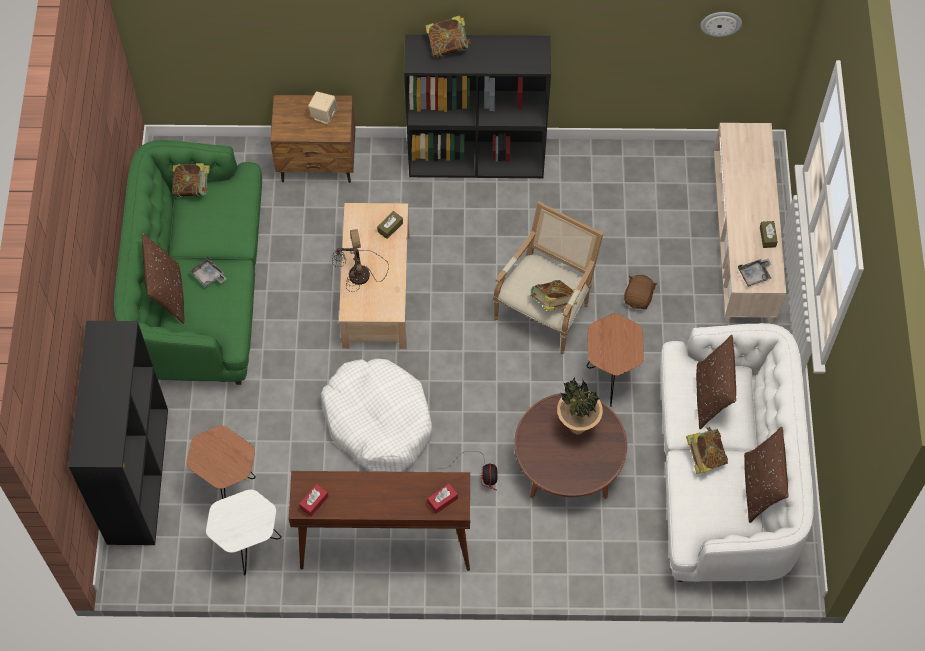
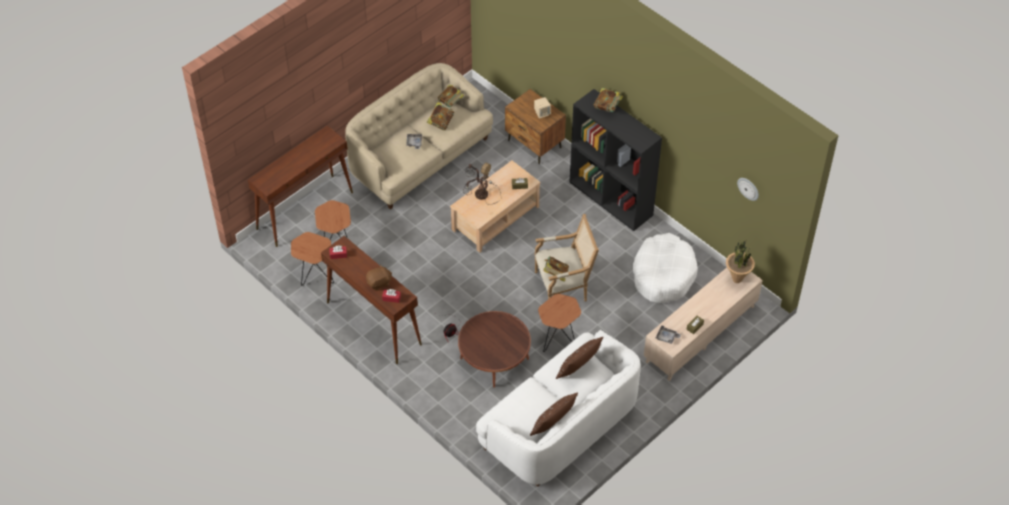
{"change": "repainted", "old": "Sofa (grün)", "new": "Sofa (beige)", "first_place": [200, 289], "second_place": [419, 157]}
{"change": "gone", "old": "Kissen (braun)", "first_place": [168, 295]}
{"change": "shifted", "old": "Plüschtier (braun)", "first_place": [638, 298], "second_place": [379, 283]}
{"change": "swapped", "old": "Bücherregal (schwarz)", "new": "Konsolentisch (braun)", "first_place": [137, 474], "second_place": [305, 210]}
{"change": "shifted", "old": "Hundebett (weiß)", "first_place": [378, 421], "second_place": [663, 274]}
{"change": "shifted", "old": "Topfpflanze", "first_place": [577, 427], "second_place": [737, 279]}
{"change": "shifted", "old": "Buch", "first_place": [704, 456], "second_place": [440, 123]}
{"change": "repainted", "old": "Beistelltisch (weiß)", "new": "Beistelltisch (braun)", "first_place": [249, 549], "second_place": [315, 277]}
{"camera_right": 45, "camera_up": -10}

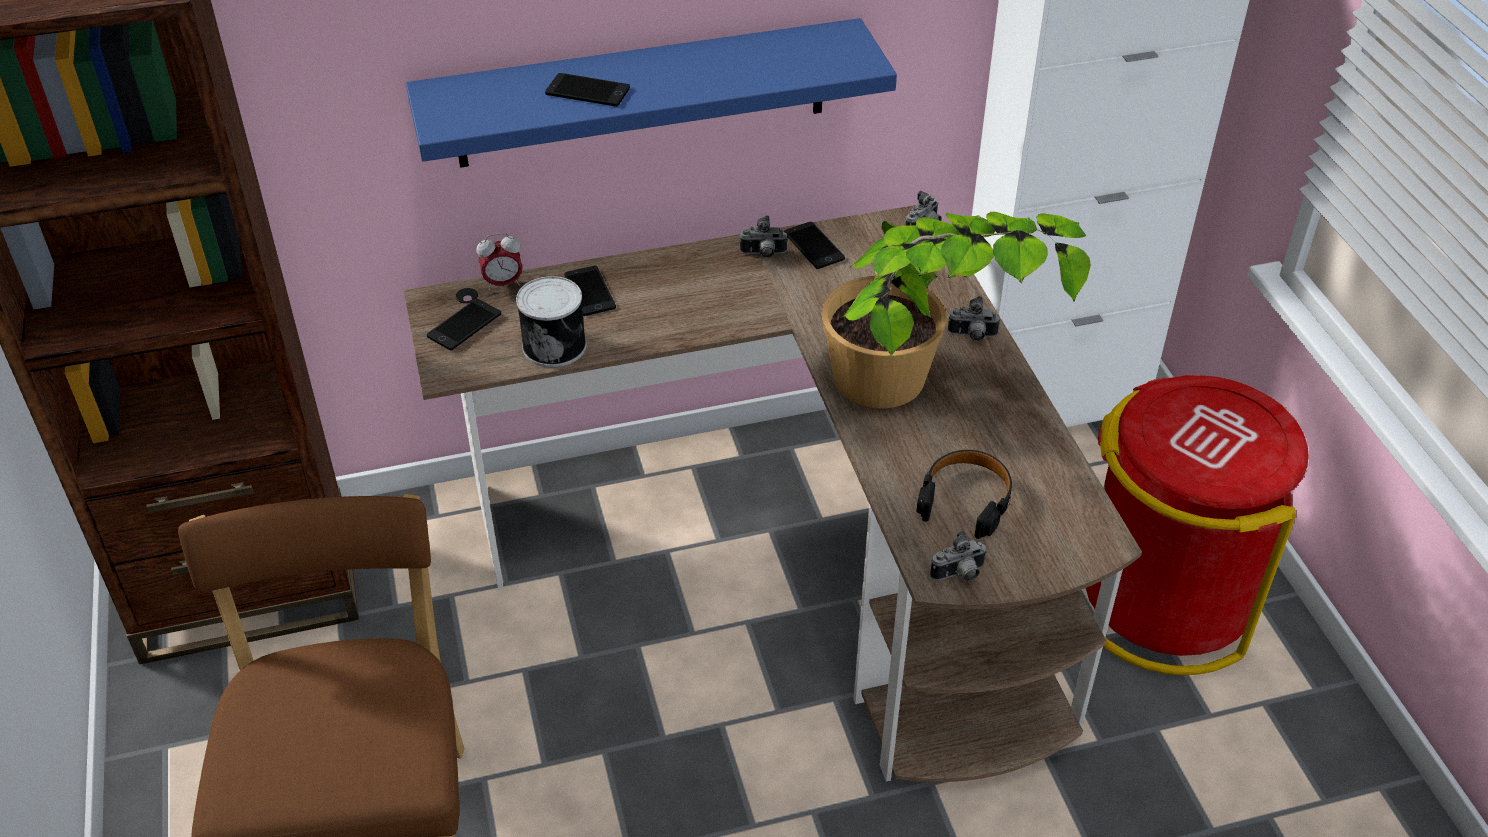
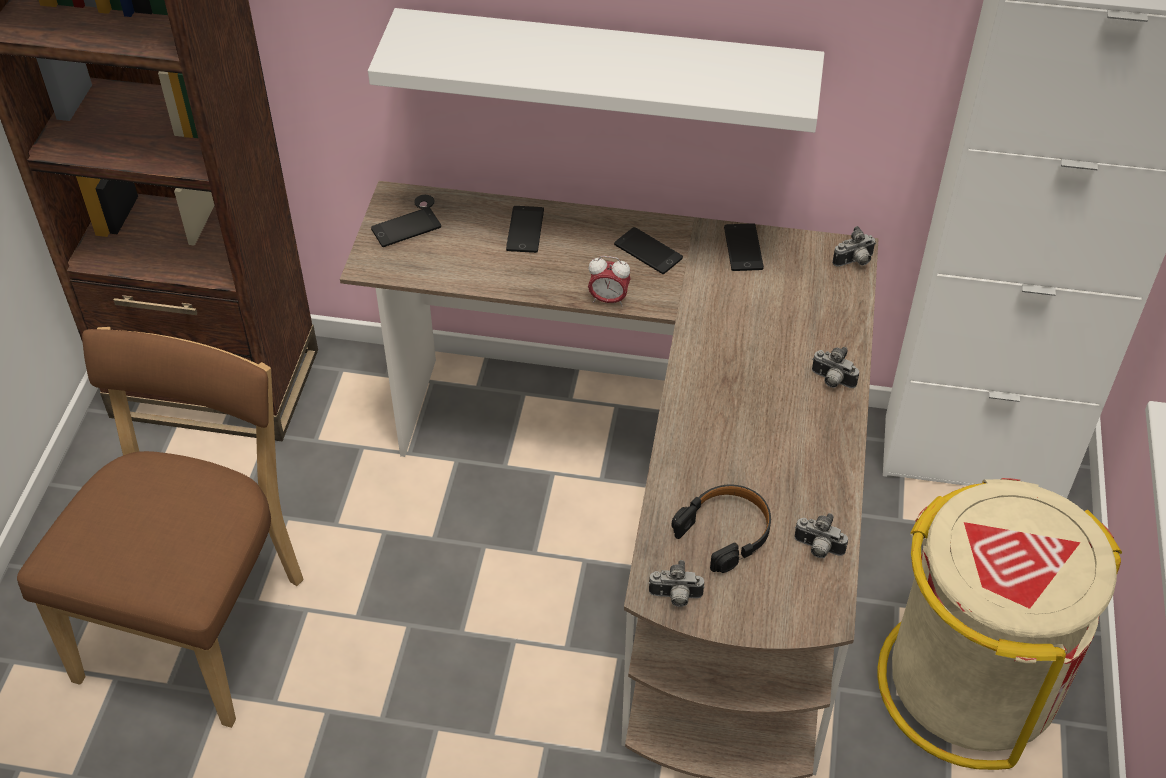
{"change": "repainted", "old": "Wandregal (blau)", "new": "Wandregal (weiß)", "first_place": [642, 94], "second_place": [605, 69]}
{"change": "shifted", "old": "Handy", "first_place": [587, 91], "second_place": [648, 251]}
{"change": "gone", "old": "Topfpflanze", "first_place": [924, 394]}
{"change": "shifted", "old": "Kamera", "first_place": [763, 254], "second_place": [817, 549]}
{"change": "shifted", "old": "Wecker", "first_place": [503, 283], "second_place": [608, 299]}
{"change": "gone", "old": "Dose", "first_place": [555, 345]}
{"change": "repainted", "old": "Mülleimer (rot)", "new": "Mülleimer (beige)", "first_place": [1162, 600], "second_place": [968, 683]}
{"camera_right": 25, "camera_up": 5}

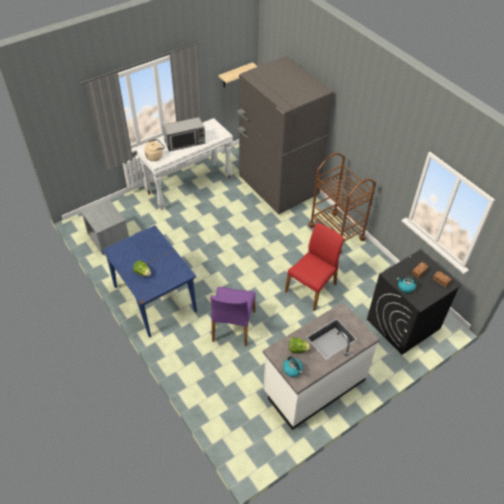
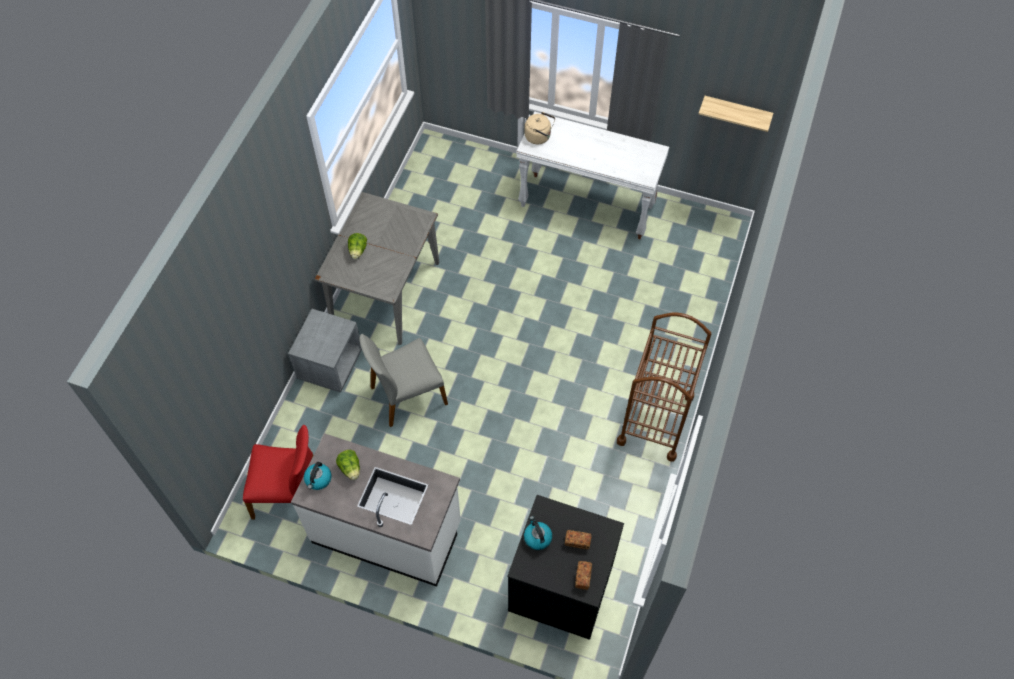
{"change": "gone", "old": "Kühlschrank (grau)", "first_place": [278, 187]}
{"change": "gone", "old": "Mikrowelle", "first_place": [185, 142]}
{"change": "shifted", "old": "Nachttisch (grau)", "first_place": [108, 239], "second_place": [330, 364]}
{"change": "shifted", "old": "Stuhl (rot)", "first_place": [312, 288], "second_place": [290, 493]}
{"change": "repainted", "old": "Esstisch (blau)", "new": "Esstisch (grau)", "first_place": [155, 299], "second_place": [385, 292]}
{"change": "repainted", "old": "Stuhl (lila)", "new": "Stuhl (grau)", "first_place": [233, 326], "second_place": [407, 395]}
{"camera_right": 55, "camera_up": 10}

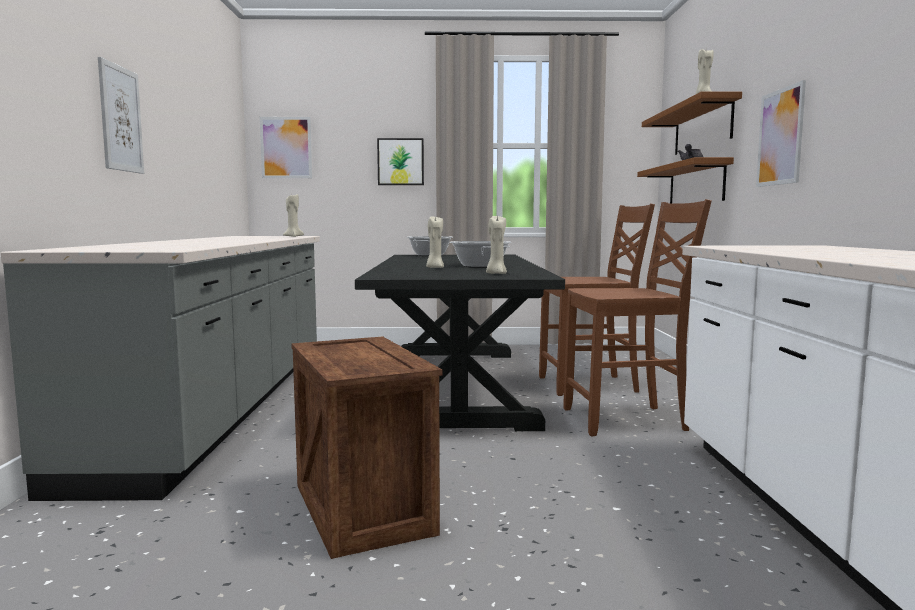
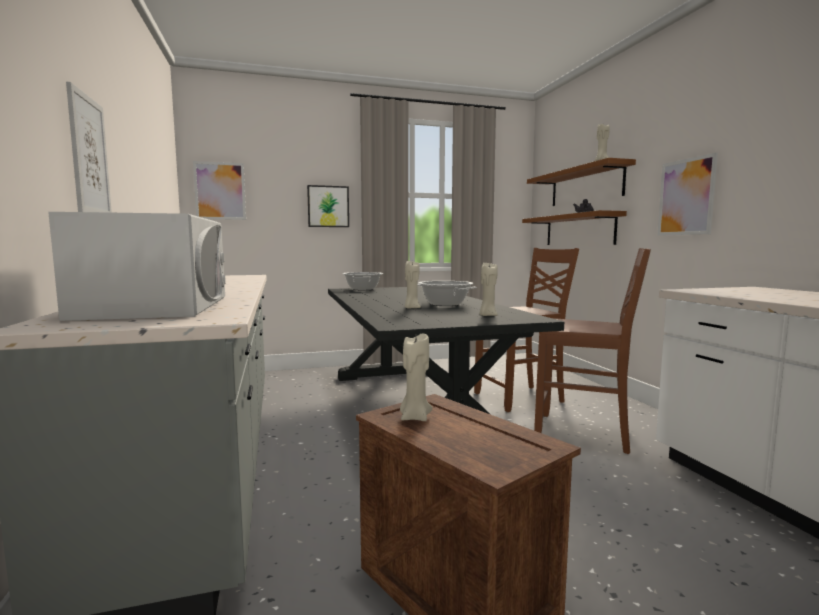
{"change": "shifted", "old": "Kerze (beige)", "first_place": [293, 236], "second_place": [415, 417]}
{"change": "rotated", "old": "Stuhl (braun)", "first_place": [627, 420], "second_place": [584, 434], "degrees": 45}
{"change": "new", "new": "Mikrowelle (weiß)", "second_place": [157, 306]}
{"camera_right": -15, "camera_up": 0}

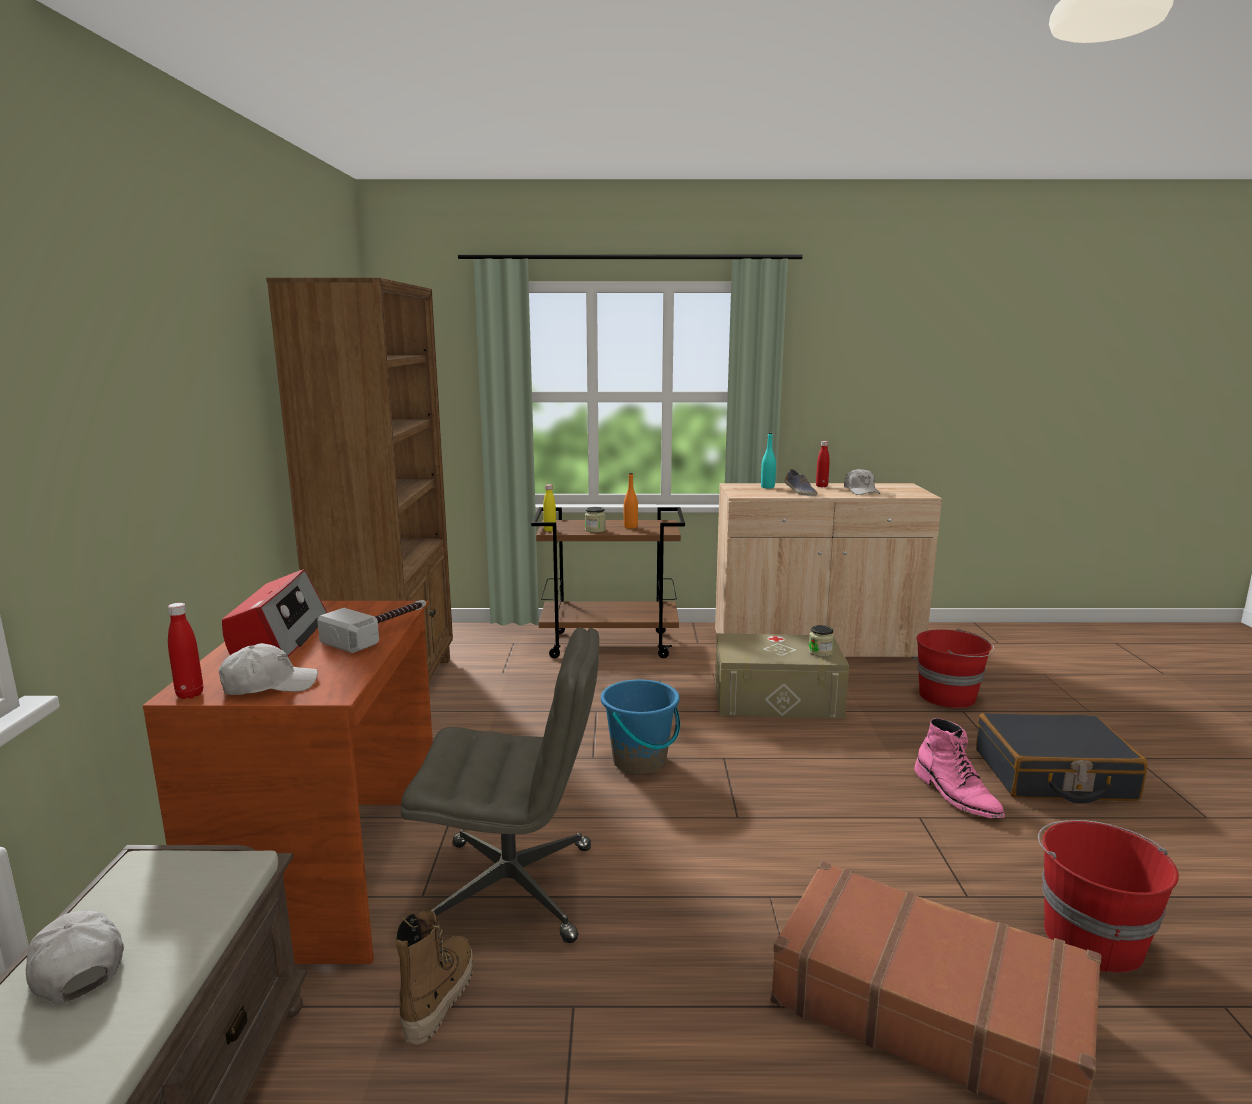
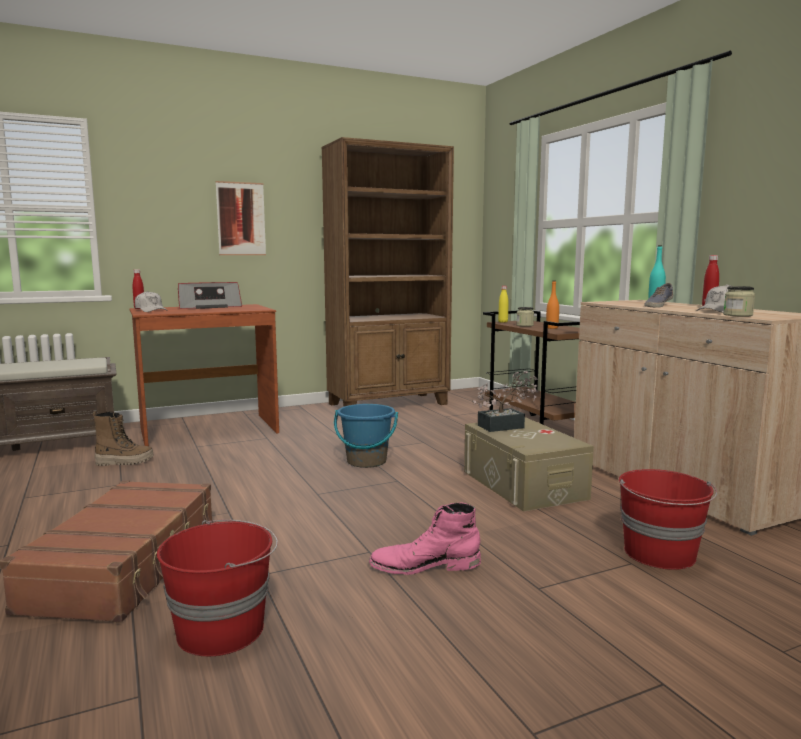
{"change": "gone", "old": "Hammer", "first_place": [381, 631]}
{"change": "shifted", "old": "Vorratsglas", "first_place": [820, 652], "second_place": [737, 315]}
{"change": "gone", "old": "Bürostuhl (grau)", "first_place": [513, 889]}
{"change": "gone", "old": "Koffer (schwarz)", "first_place": [1053, 775]}
{"change": "rotated", "old": "Stiefel (rosa)", "first_place": [956, 795], "second_place": [425, 565], "degrees": 45}
{"change": "gone", "old": "Kappe (weiß)", "first_place": [75, 966]}
{"change": "new", "new": "Bild", "second_place": [241, 219]}
{"change": "new", "new": "Topfpflanze", "second_place": [505, 426]}
{"camera_right": 65, "camera_up": -5}

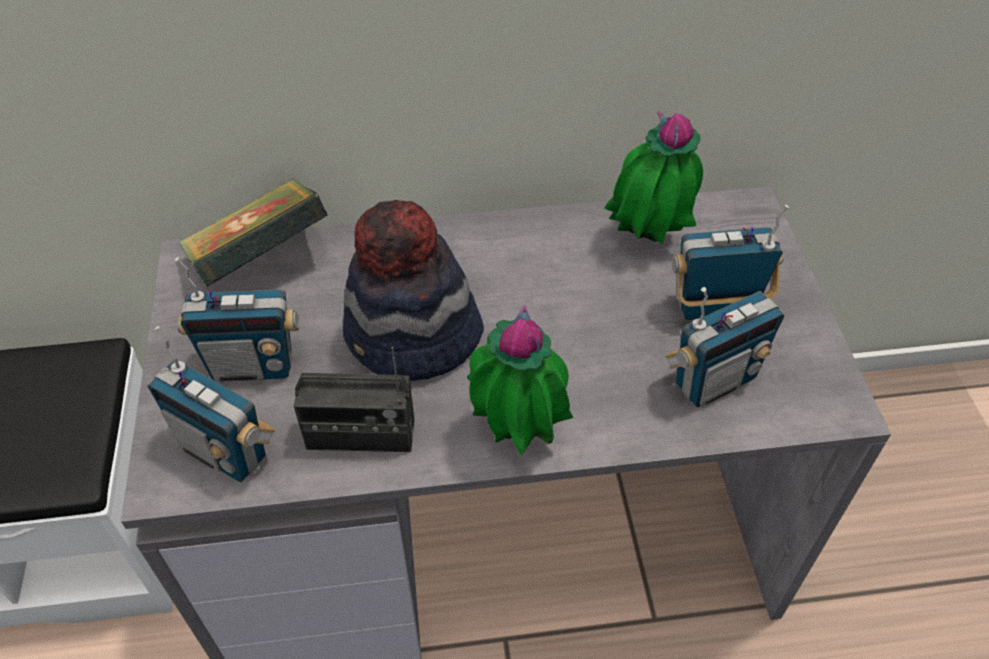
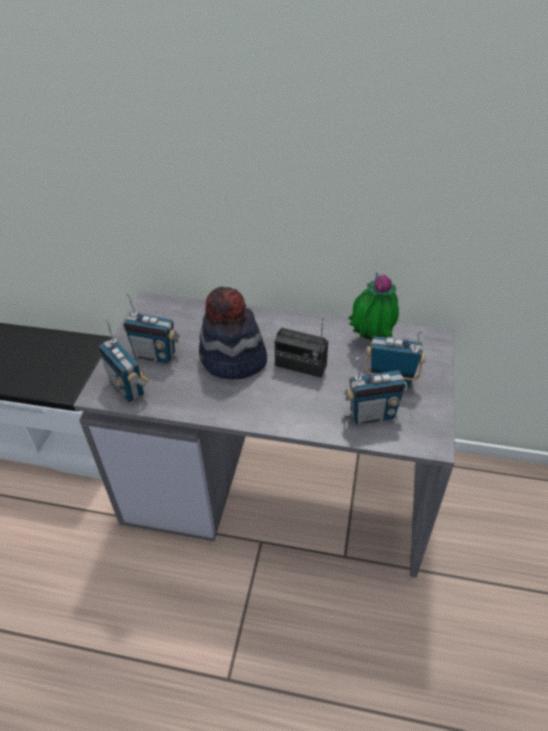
{"change": "gone", "old": "Buch", "first_place": [261, 262]}
{"change": "gone", "old": "Topfpflanze", "first_place": [516, 435]}
{"change": "shifted", "old": "Radio", "first_place": [360, 435], "second_place": [300, 366]}
{"camera_right": 20, "camera_up": -5}

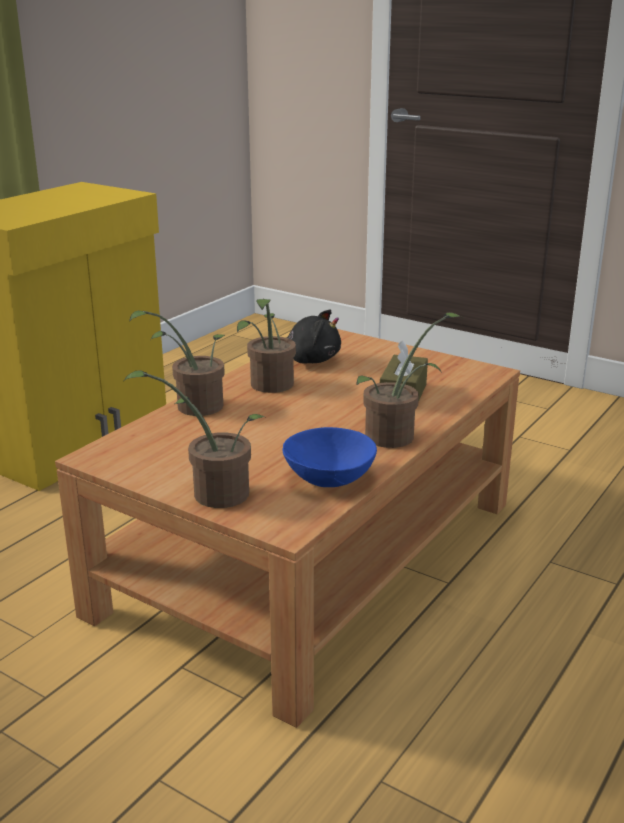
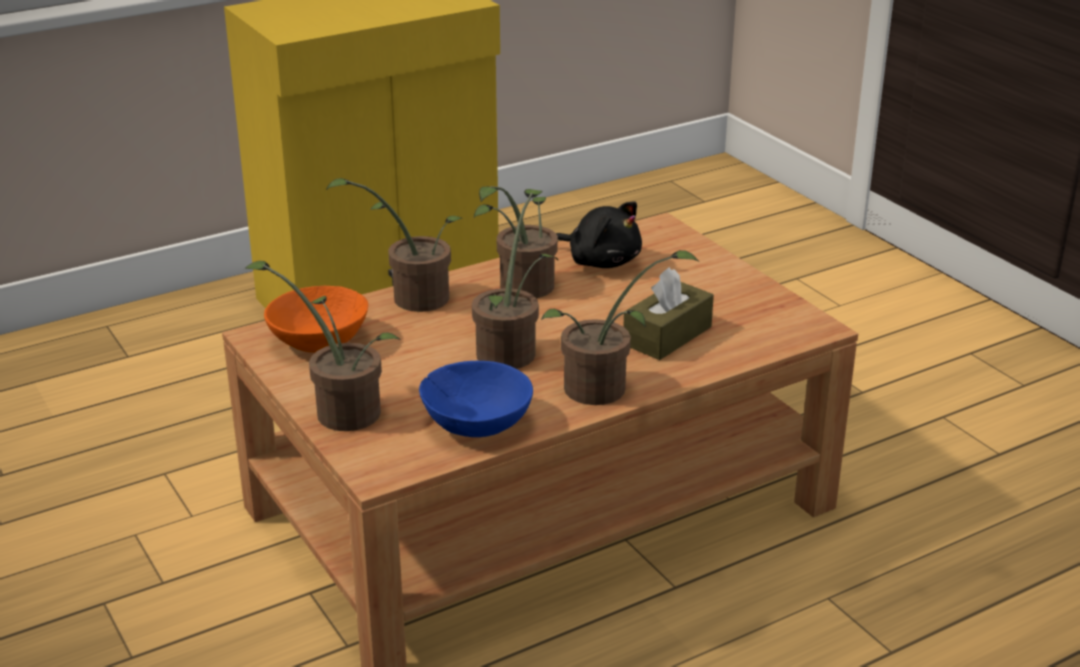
{"change": "new", "new": "Topfpflanze", "second_place": [511, 350]}
{"change": "new", "new": "Schüssel (orange)", "second_place": [320, 342]}
{"camera_right": 25, "camera_up": 5}

